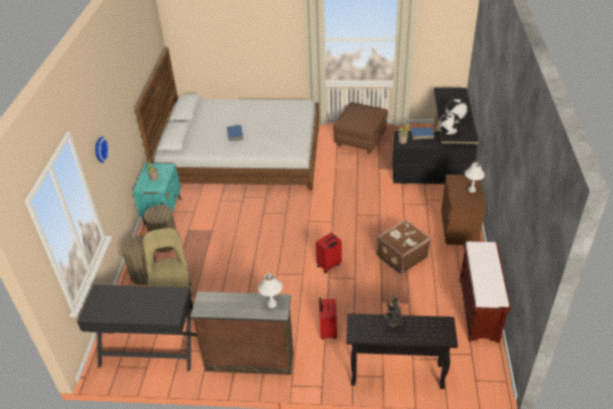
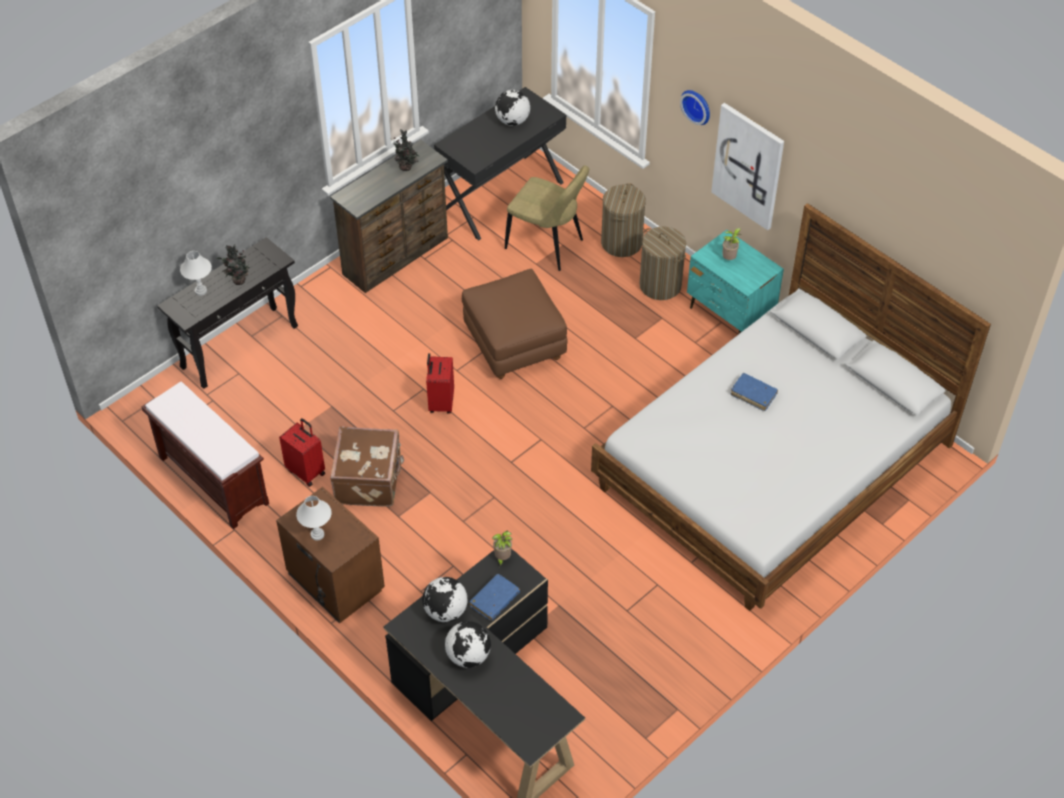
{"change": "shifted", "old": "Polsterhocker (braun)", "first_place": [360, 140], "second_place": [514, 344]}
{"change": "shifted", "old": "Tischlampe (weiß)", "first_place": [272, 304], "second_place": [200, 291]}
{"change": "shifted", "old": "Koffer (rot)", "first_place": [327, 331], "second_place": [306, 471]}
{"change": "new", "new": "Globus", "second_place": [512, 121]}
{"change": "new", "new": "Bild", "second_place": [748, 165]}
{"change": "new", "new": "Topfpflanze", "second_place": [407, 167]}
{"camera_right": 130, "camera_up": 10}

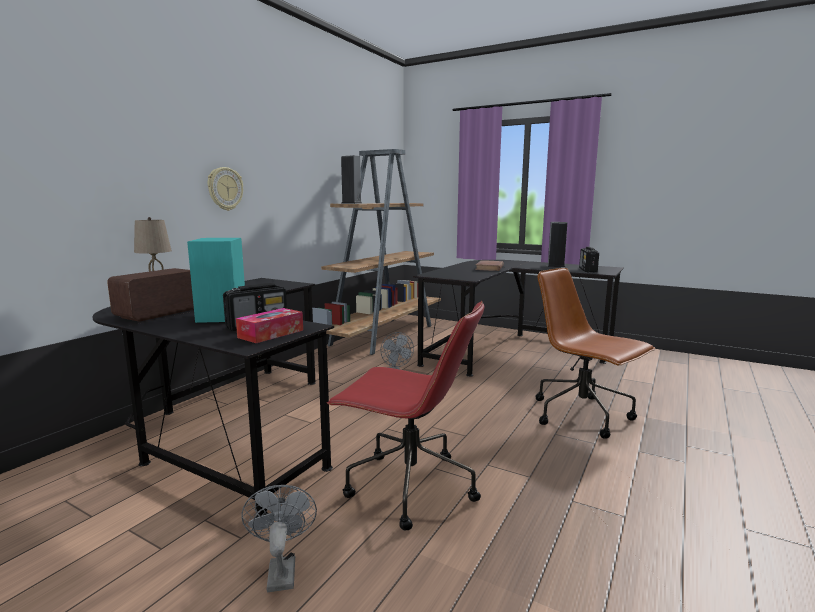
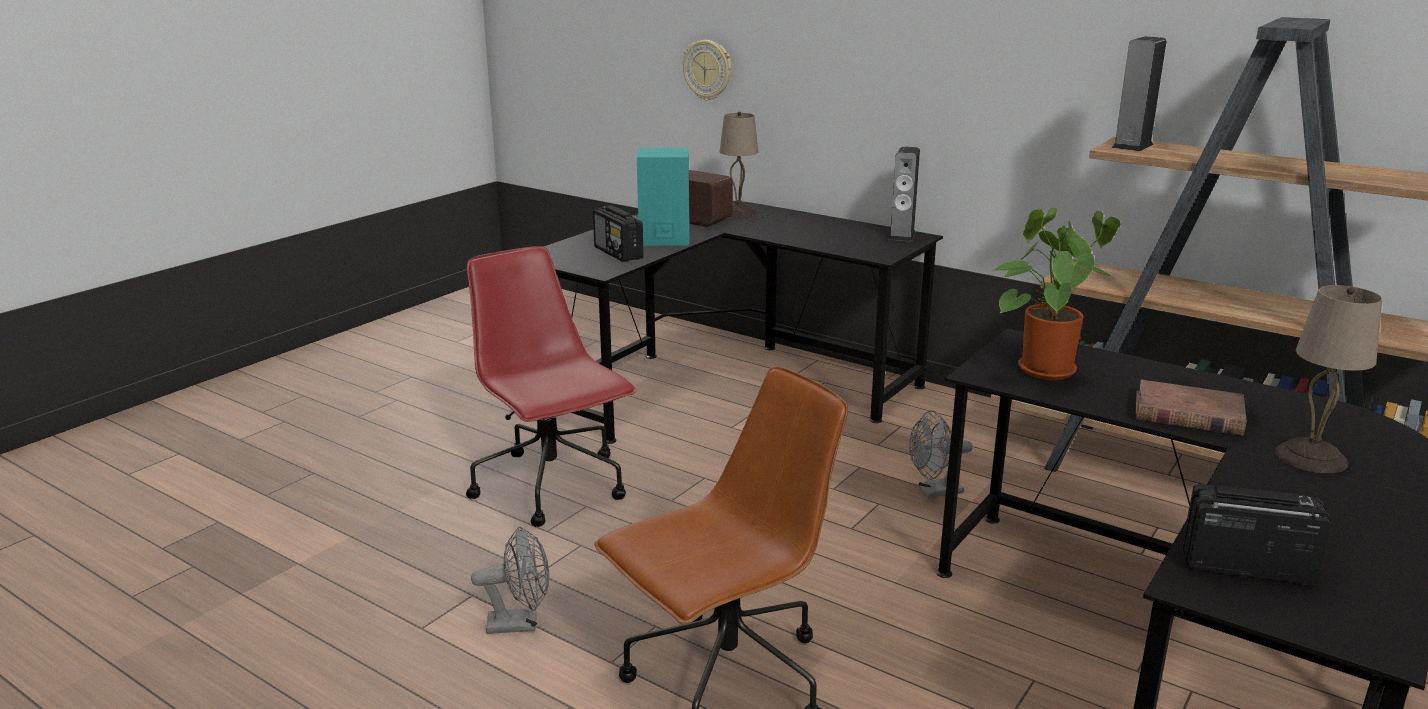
{"change": "shifted", "old": "Wanduhr", "first_place": [225, 189], "second_place": [708, 70]}
{"change": "shifted", "old": "Lautsprecher", "first_place": [555, 266], "second_place": [902, 236]}
{"change": "rotated", "old": "Bürostuhl (rot)", "first_place": [408, 486], "second_place": [552, 487], "degrees": 120}
{"change": "gone", "old": "Taschentuchbox", "first_place": [271, 334]}
{"change": "shifted", "old": "Ventilator (grau)", "first_place": [281, 569], "second_place": [521, 624]}
{"change": "new", "new": "Topfpflanze", "second_place": [1043, 368]}
{"change": "new", "new": "Tischlampe (beige)", "second_place": [1309, 457]}
{"camera_right": 95, "camera_up": 10}

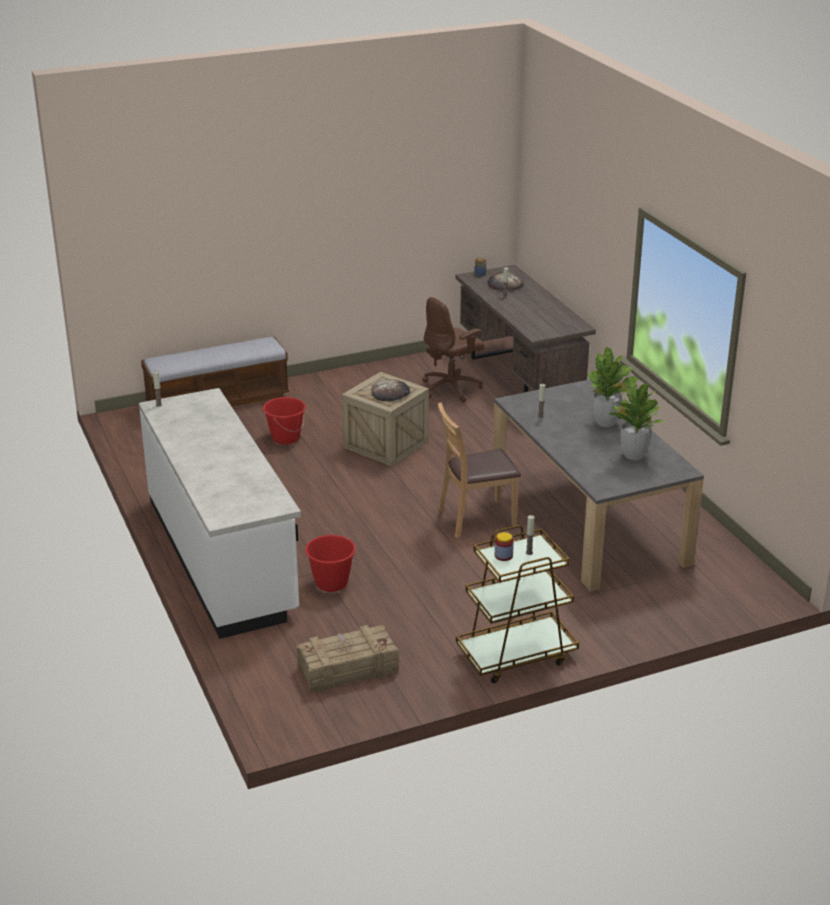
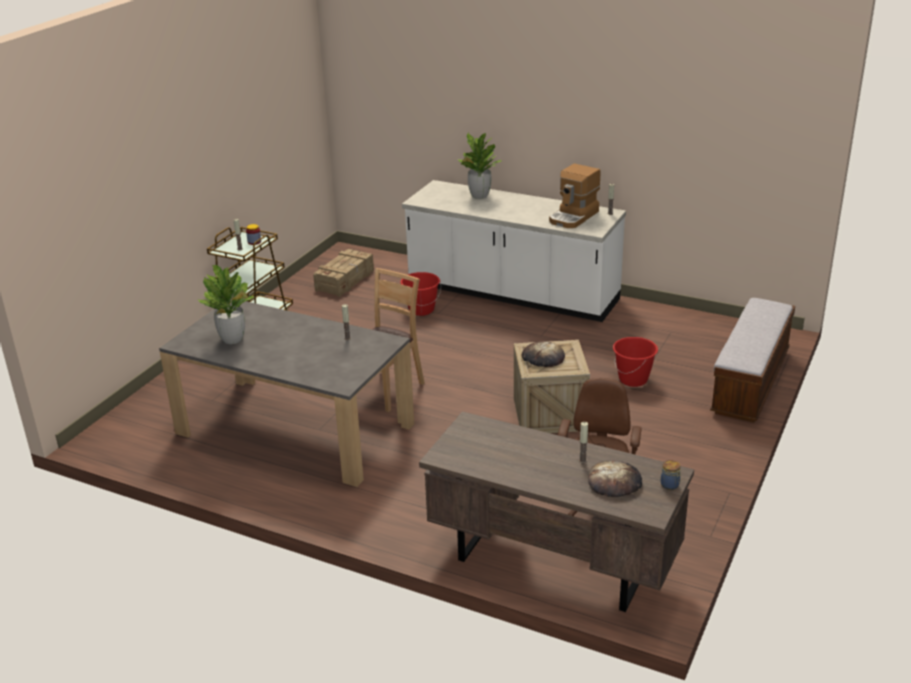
{"change": "shifted", "old": "Topfpflanze", "first_place": [606, 423], "second_place": [479, 195]}
{"change": "new", "new": "Kaffeemaschine", "second_place": [574, 217]}
{"camera_right": 140, "camera_up": 0}

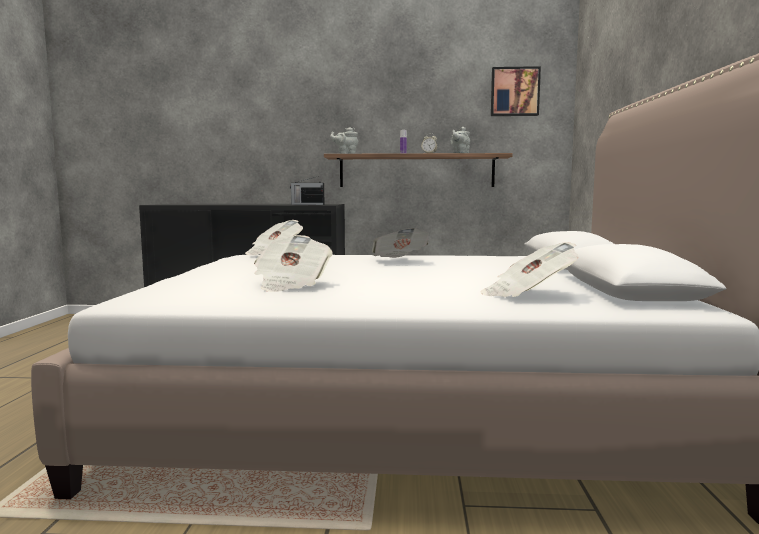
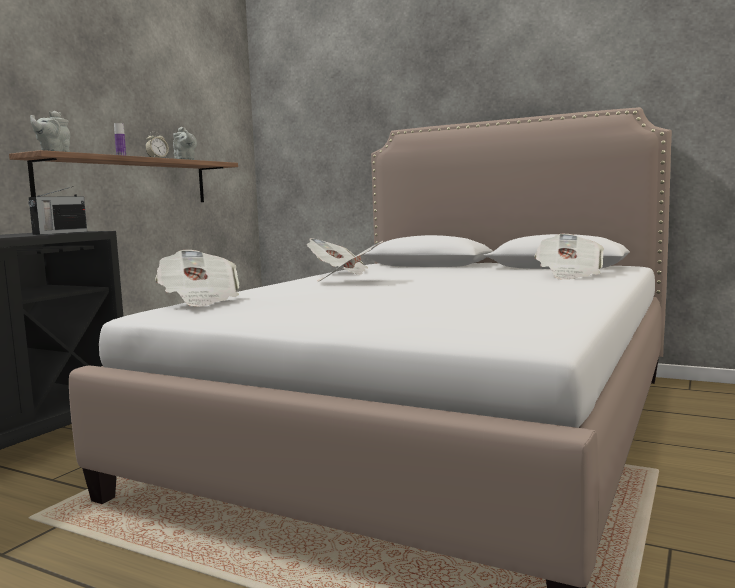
{"change": "gone", "old": "Bild", "first_place": [514, 92]}
{"change": "shifted", "old": "Zeitung", "first_place": [291, 285], "second_place": [338, 273]}
{"camera_right": -65, "camera_up": 0}

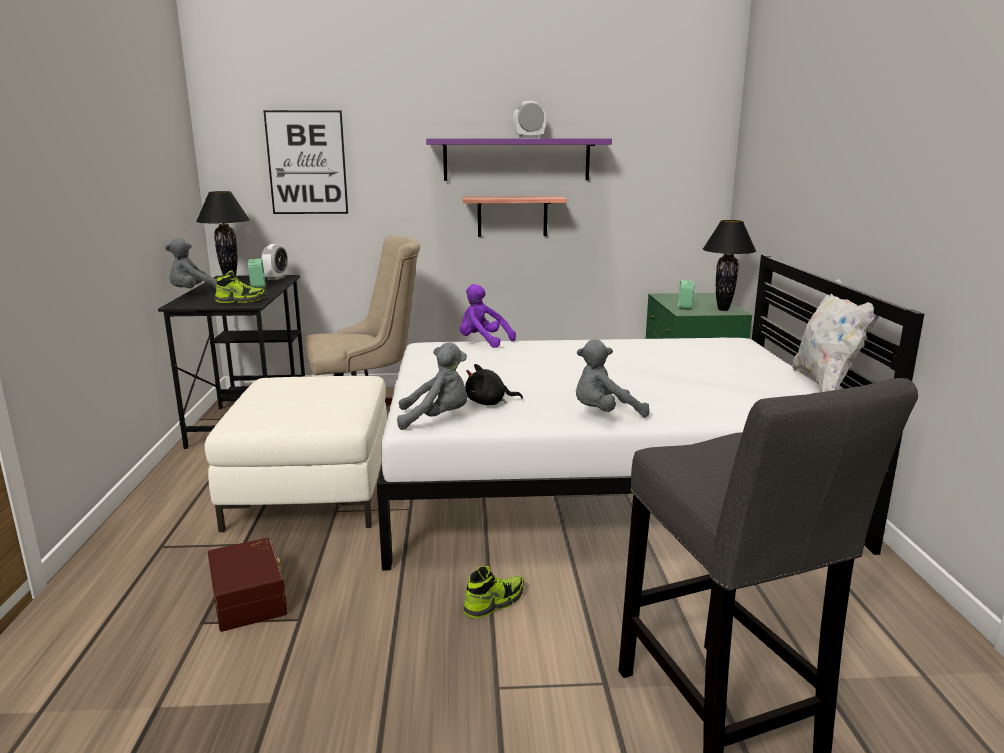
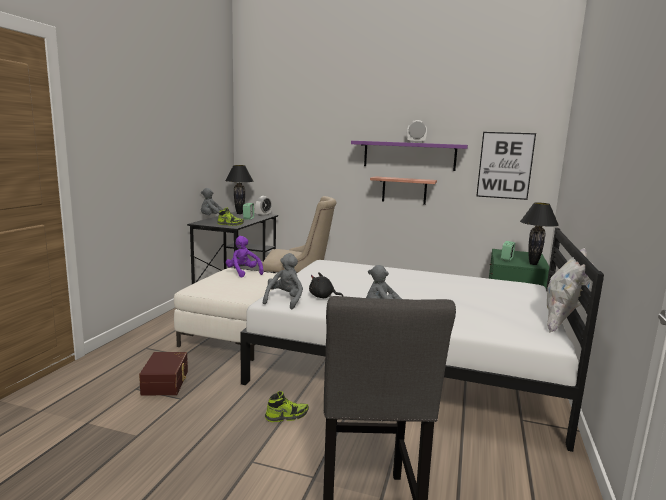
{"change": "shifted", "old": "Bild", "first_place": [307, 163], "second_place": [505, 165]}
{"change": "shifted", "old": "Plüschtier (lila)", "first_place": [482, 342], "second_place": [243, 273]}
{"change": "rotated", "old": "Plüschtier (grau)", "first_place": [437, 419], "second_place": [284, 300], "degrees": -90}
{"camera_right": 20, "camera_up": -5}

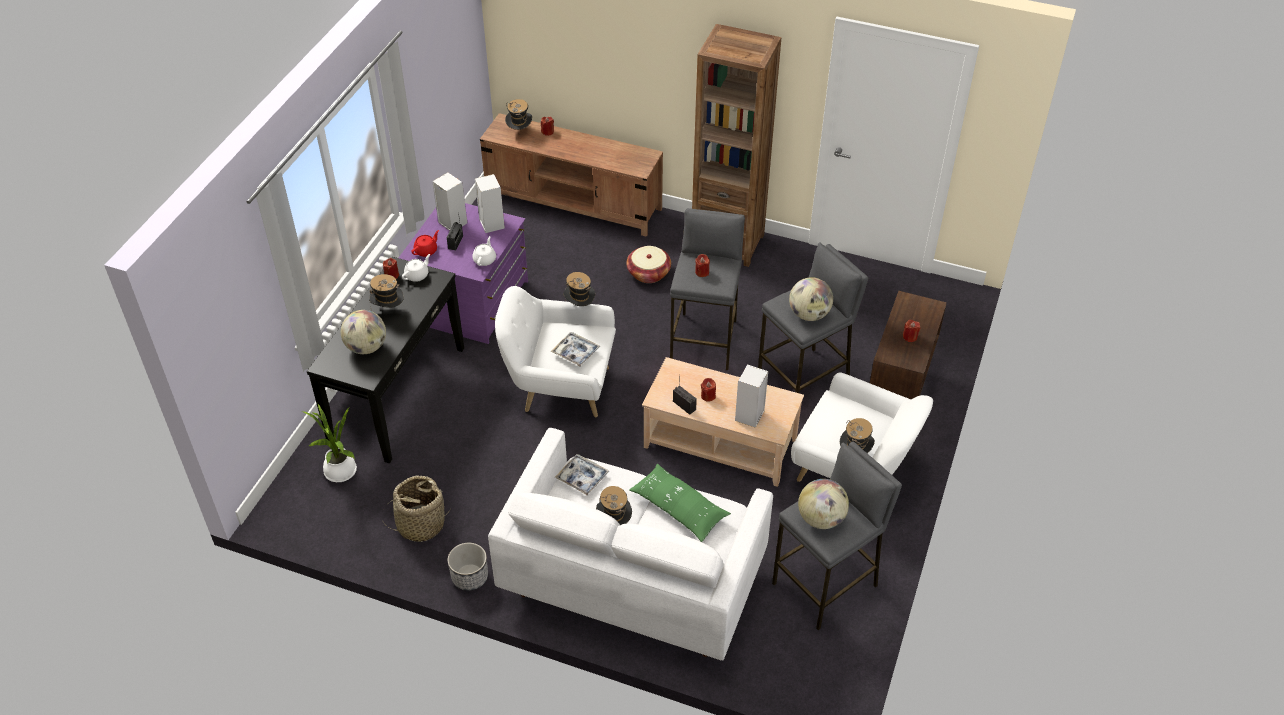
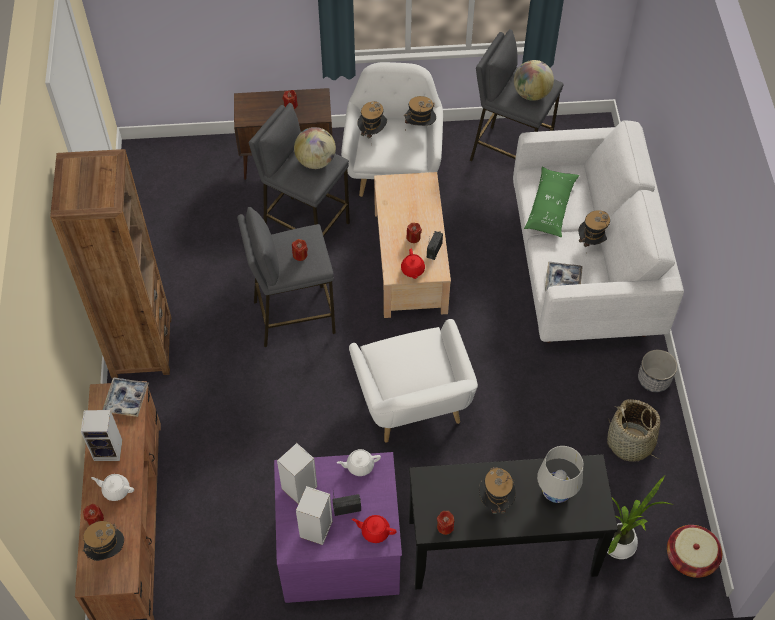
{"change": "shifted", "old": "Korb", "first_place": [648, 273], "second_place": [690, 557]}
{"change": "shifted", "old": "Teekanne (weiß)", "first_place": [417, 275], "second_place": [116, 490]}
{"change": "shifted", "old": "Hut", "first_place": [579, 306], "second_place": [372, 133]}
{"change": "swapped", "old": "Globus", "new": "Tischlampe (weiß)", "first_place": [366, 347], "second_place": [555, 491]}
{"change": "shifted", "old": "Tablett", "first_place": [575, 352], "second_place": [126, 399]}
{"change": "shifted", "old": "Lautsprecher", "first_place": [749, 416], "second_place": [109, 449]}
{"change": "new", "new": "Teekanne (rot)", "second_place": [412, 270]}
{"camera_right": -115, "camera_up": 10}

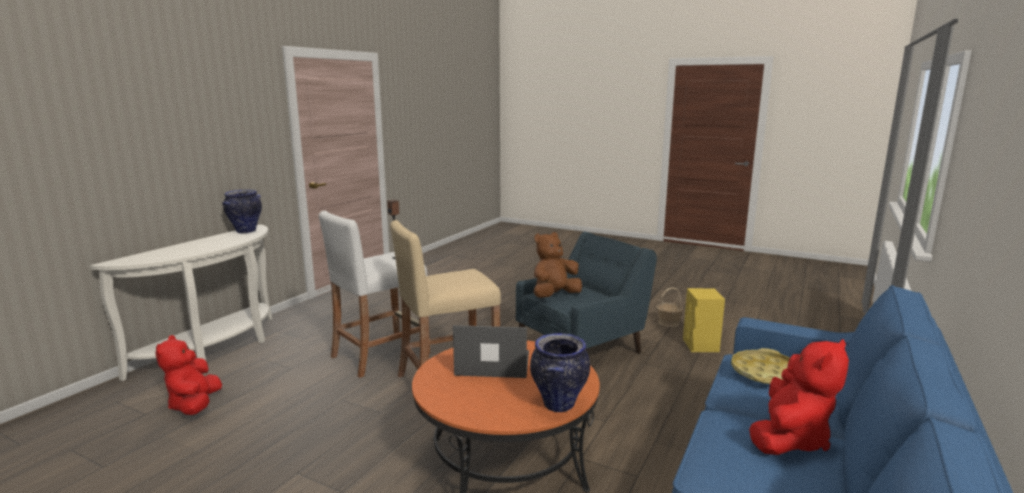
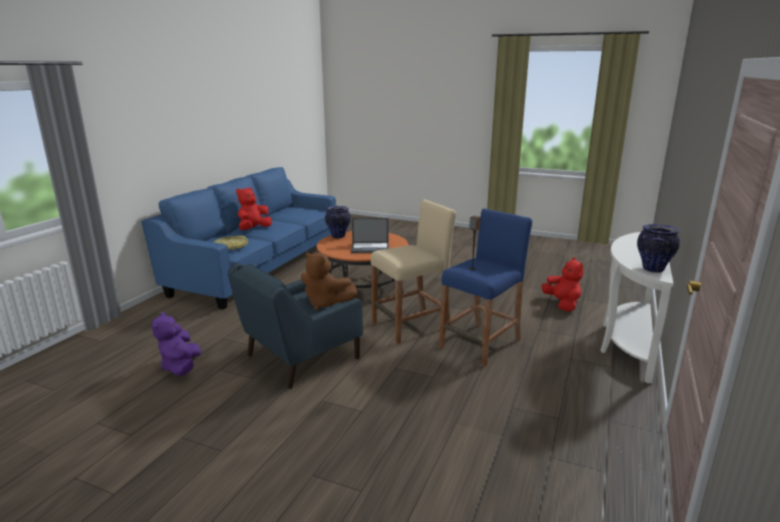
{"change": "repainted", "old": "Hocker (weiß)", "new": "Hocker (blau)", "first_place": [380, 355], "second_place": [481, 344]}
{"change": "rotated", "old": "Plüschtier (braun)", "first_place": [554, 296], "second_place": [326, 303], "degrees": 75}
{"change": "gone", "old": "Korb", "first_place": [669, 323]}
{"change": "swapped", "old": "Lautsprecher (gelb)", "new": "Plüschtier (lila)", "first_place": [701, 345], "second_place": [181, 367]}
{"camera_right": 175, "camera_up": 5}

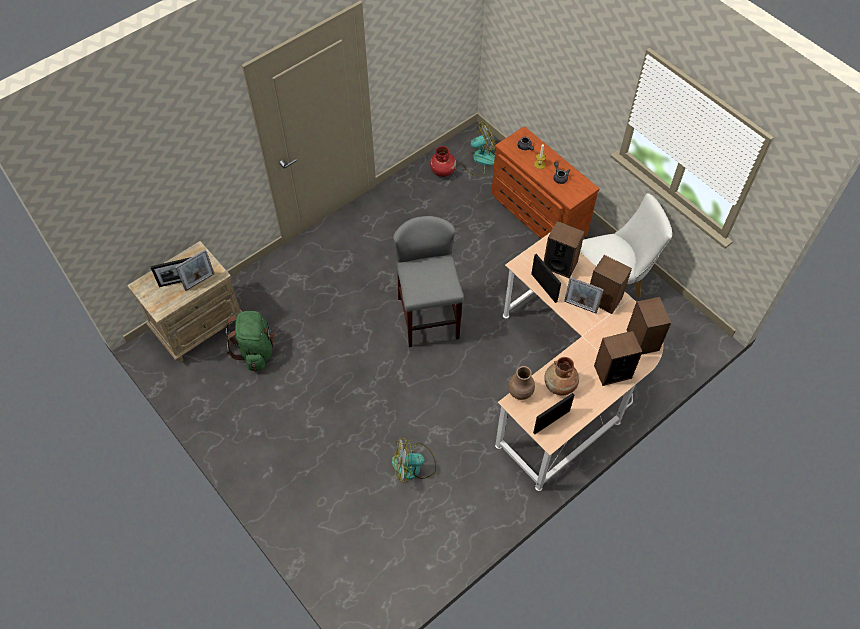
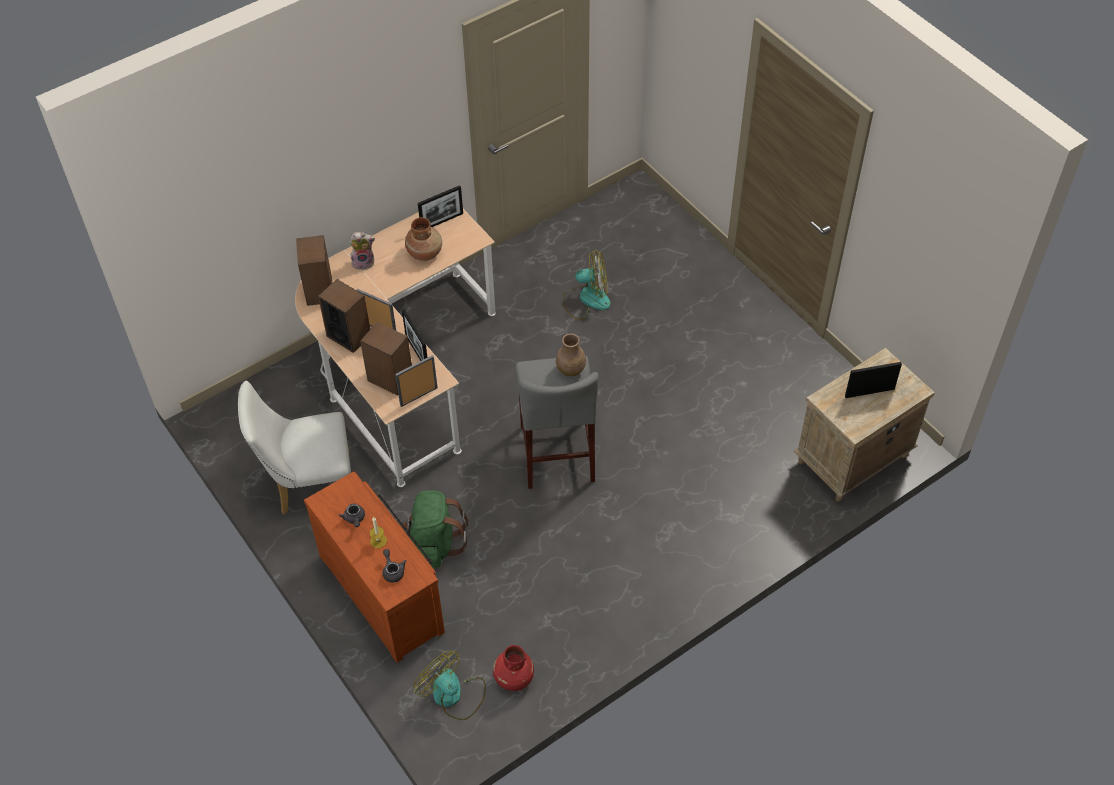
{"change": "rotated", "old": "Ventilator", "first_place": [479, 160], "second_place": [453, 695], "degrees": 60}
{"change": "shifted", "old": "Bilderrahmen", "first_place": [199, 282], "second_place": [418, 396]}
{"change": "shifted", "old": "Rucksack (grün)", "first_place": [256, 350], "second_place": [434, 544]}
{"change": "swapped", "old": "Lautsprecher", "new": "Plüschtier", "first_place": [612, 371], "second_place": [364, 262]}
{"change": "shifted", "old": "Vase (braun)", "first_place": [520, 392], "second_place": [571, 369]}
{"camera_right": -175, "camera_up": -5}

